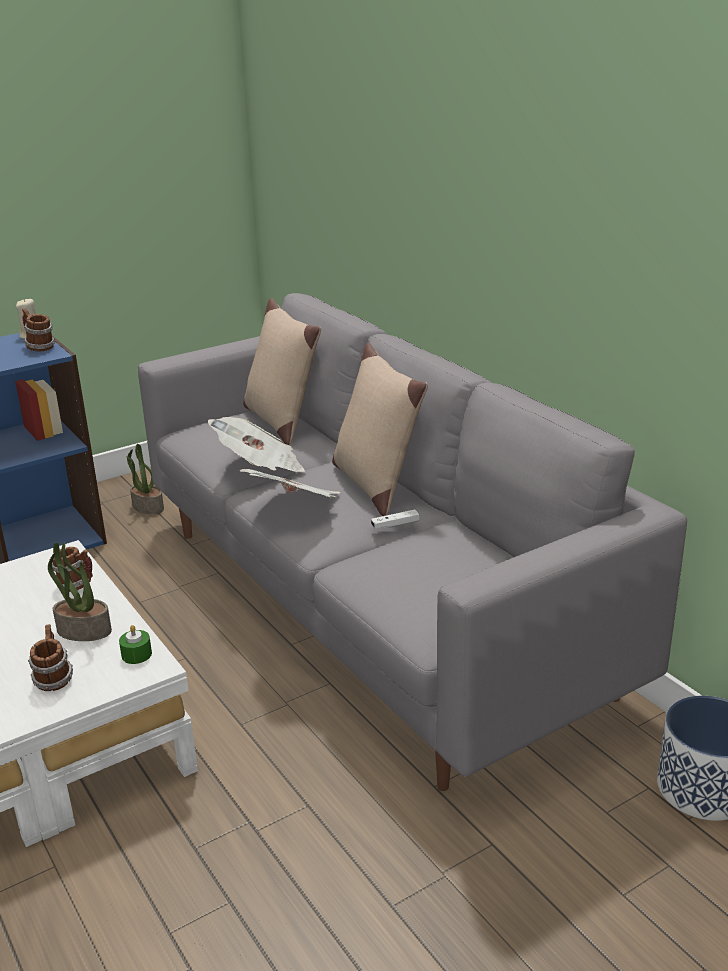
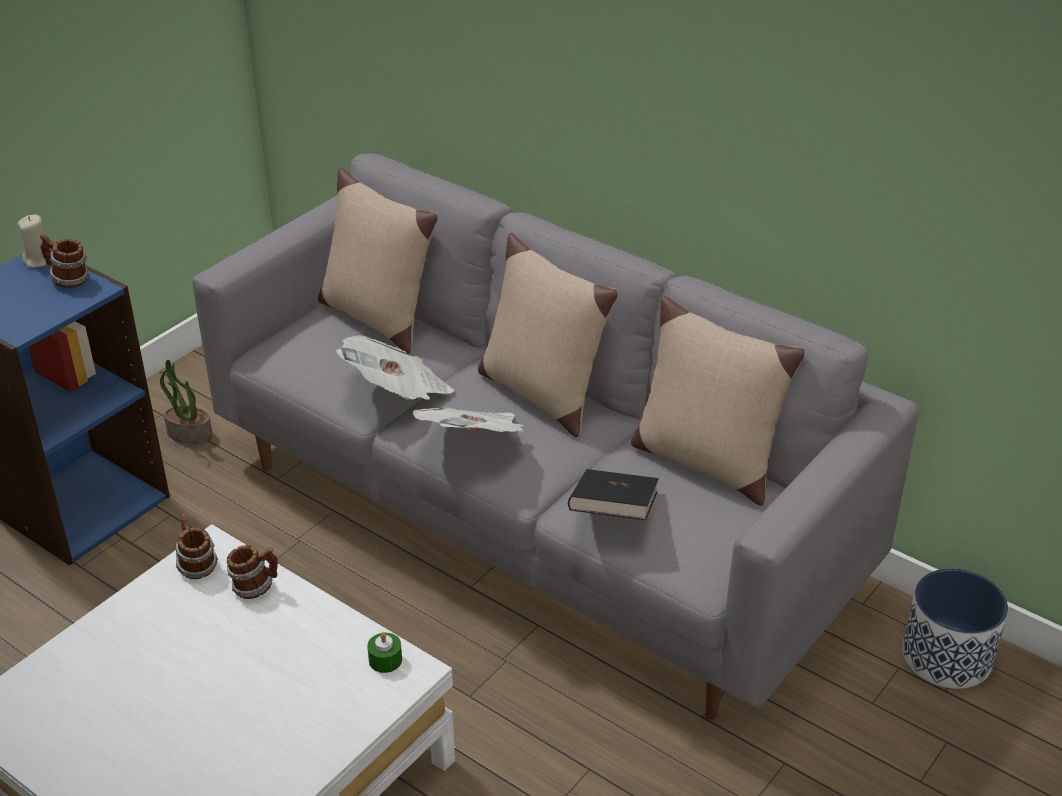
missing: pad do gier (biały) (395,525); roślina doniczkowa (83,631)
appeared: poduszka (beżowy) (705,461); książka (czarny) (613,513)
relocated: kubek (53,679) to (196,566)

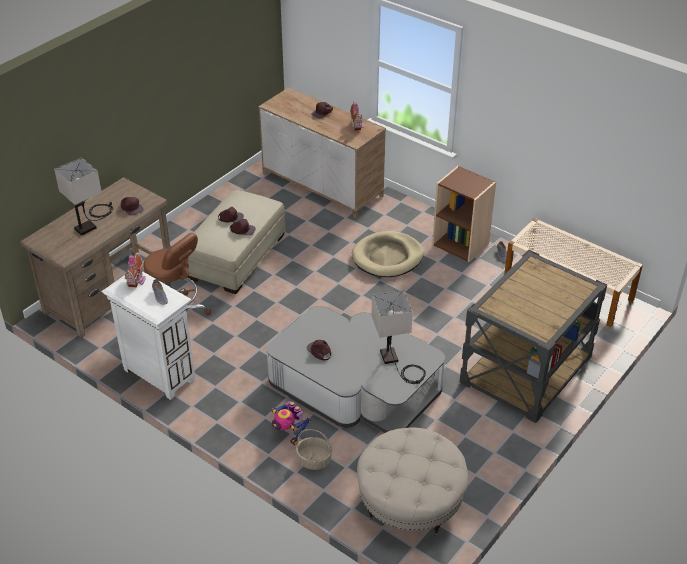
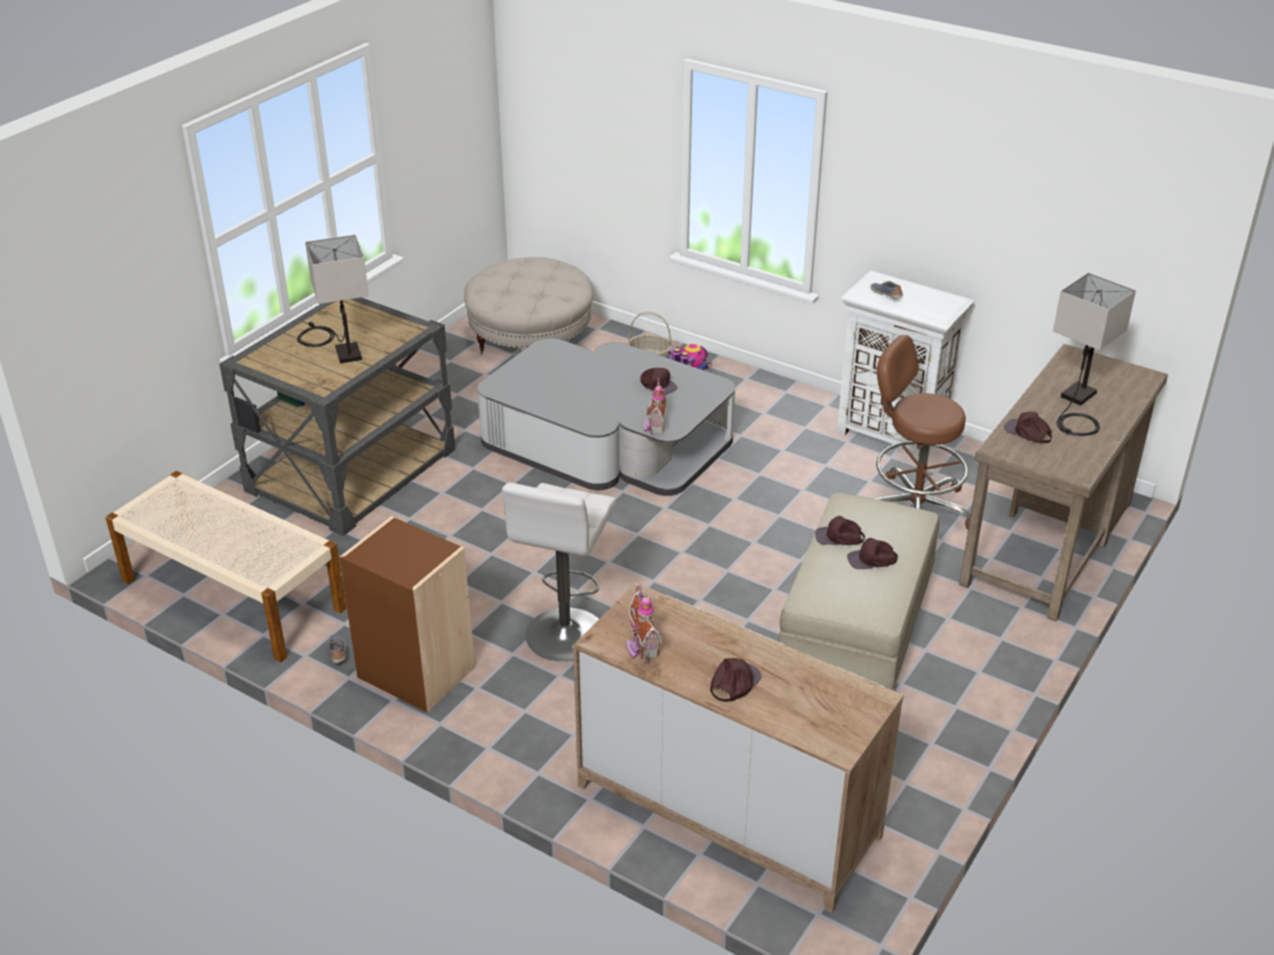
relocated: domek (137,280) to (654,426); lampa stołowa (398,364) to (336,346)
exchanged: legowisko (beżowy) (387,257) to stołek (biały) (564,635)

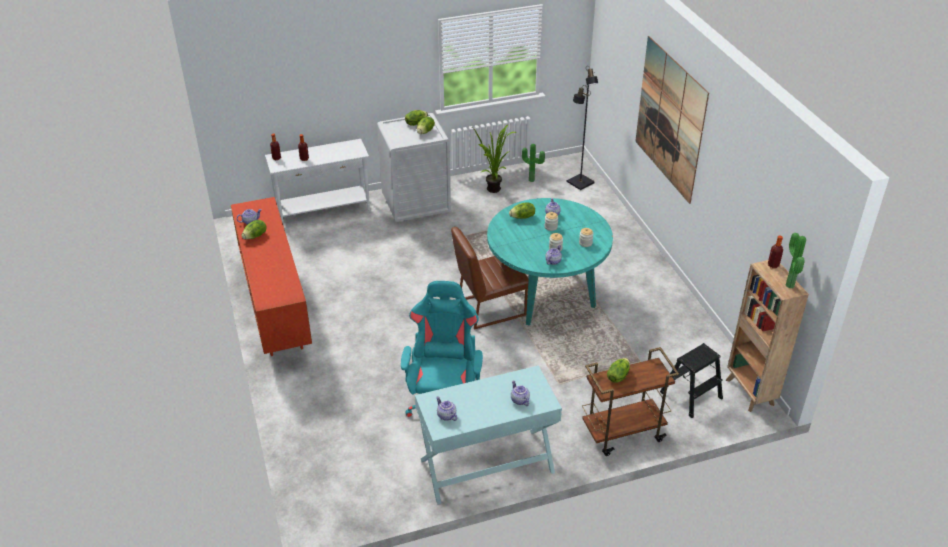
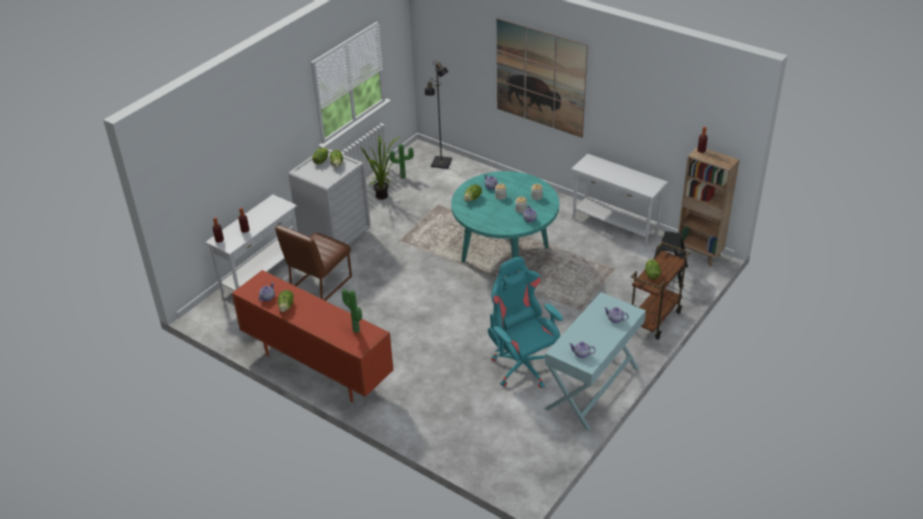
appeared: stolik konsolowy (biały) (615,226)
relocated: krzesło (brązowy) (489,308) to (319,284); roślina doniczkowa (788,285) to (355,331)

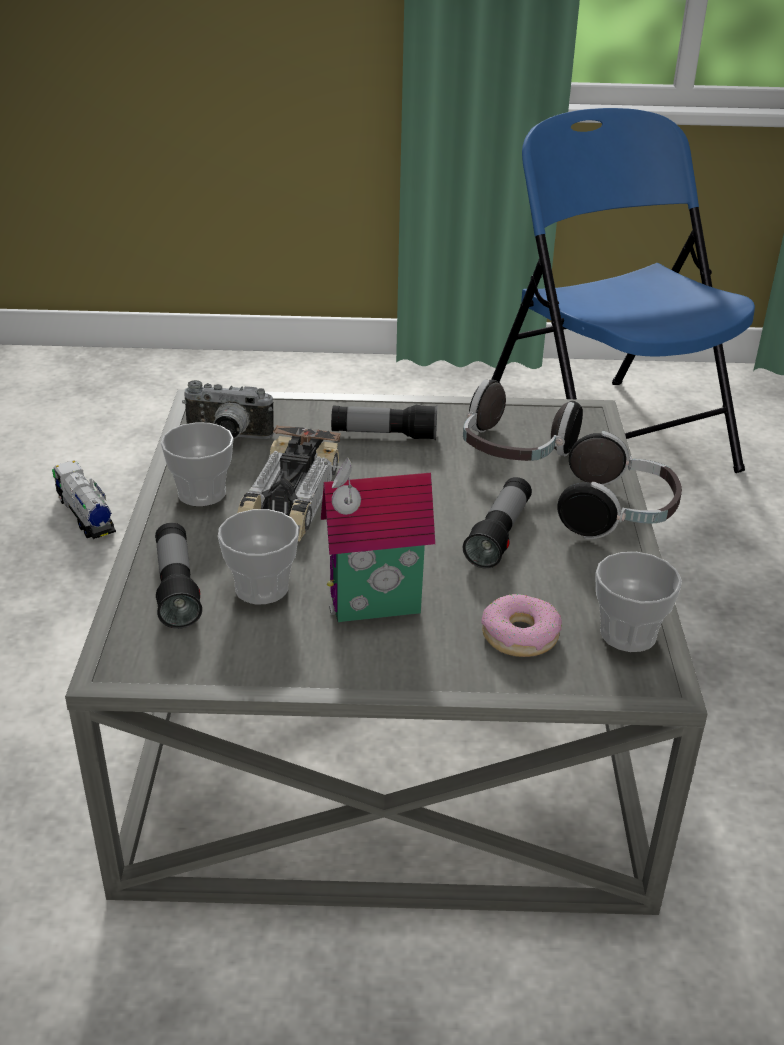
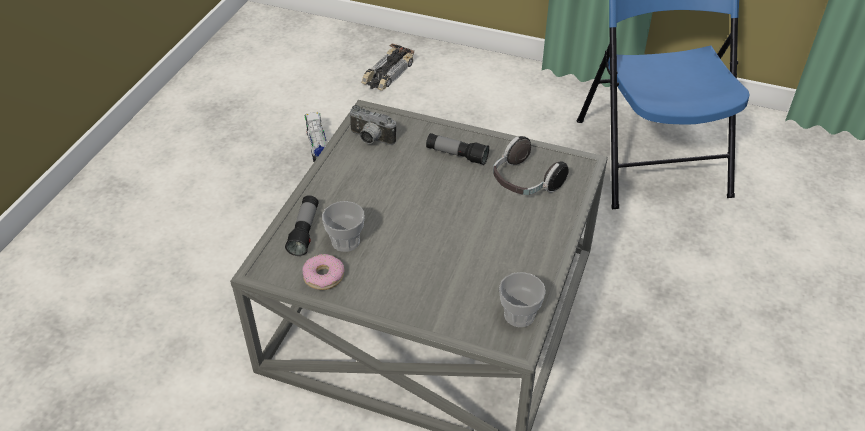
missing: filiżanka (202,493); słuchawki (617,513); domek (376,610); latarka (499,535)
relocated: samochodzik (289,499) to (387,74); donut (520,635) to (324,276)

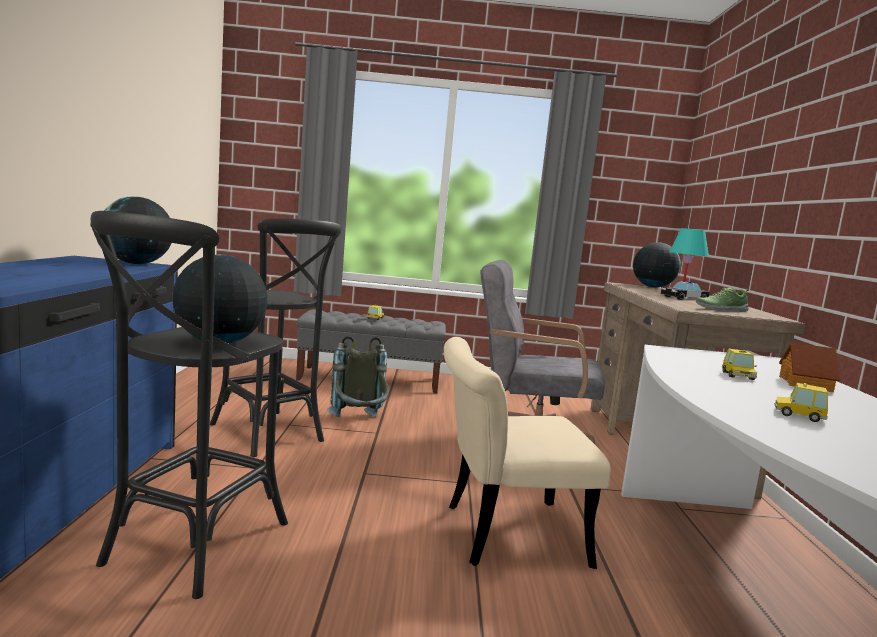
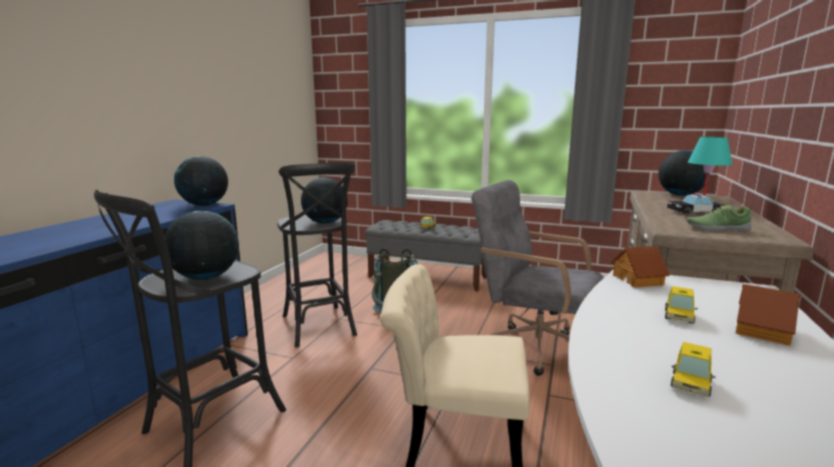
appeared: globus (325,223); domek (638,280)
spun: samochodzik (798,415) = (690,384) 105 degrees counterclockwise

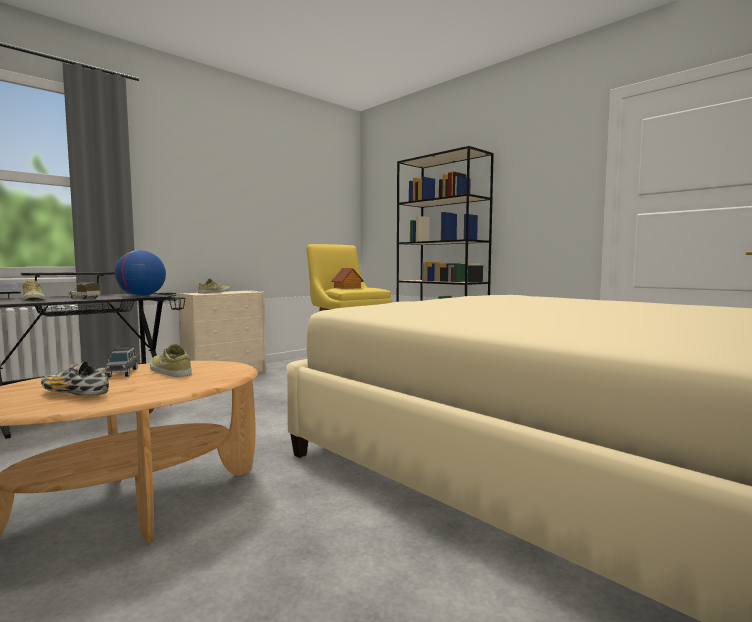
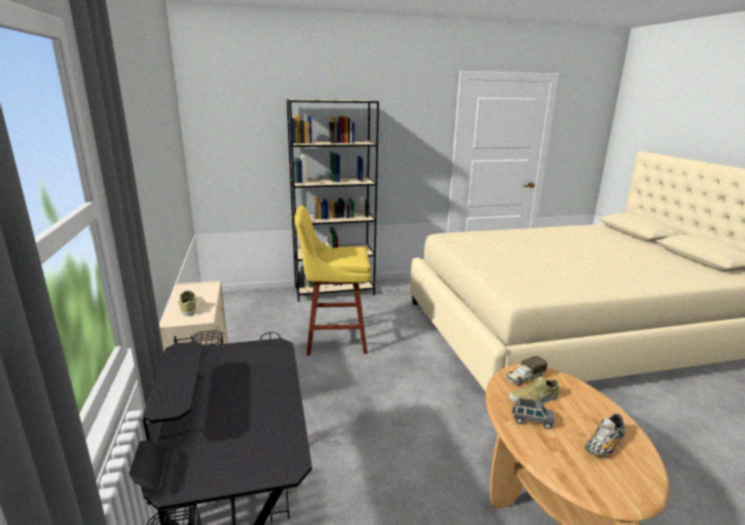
missing: globus (141,296); domek (347,288); but (beżowy) (34,300)
relocated: ciężarówka zabawkowa (83,298) to (524,378)

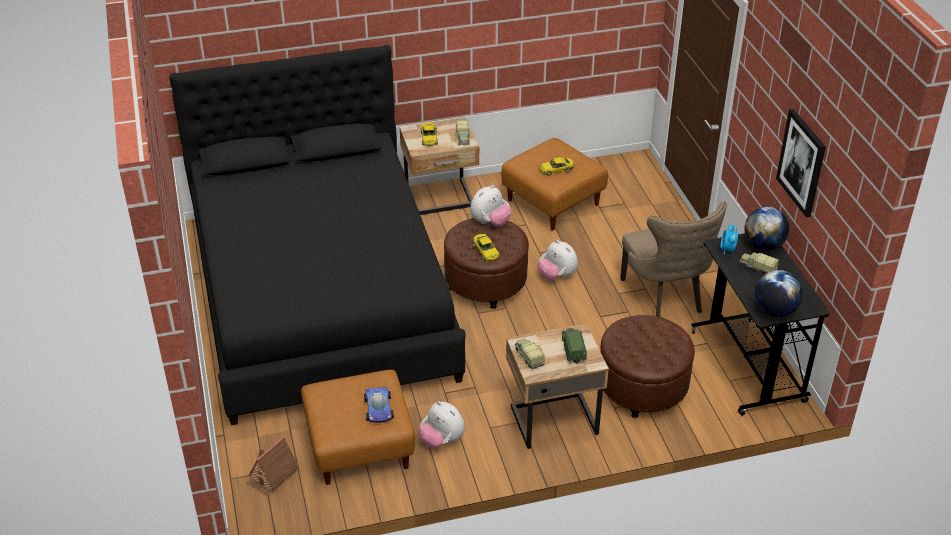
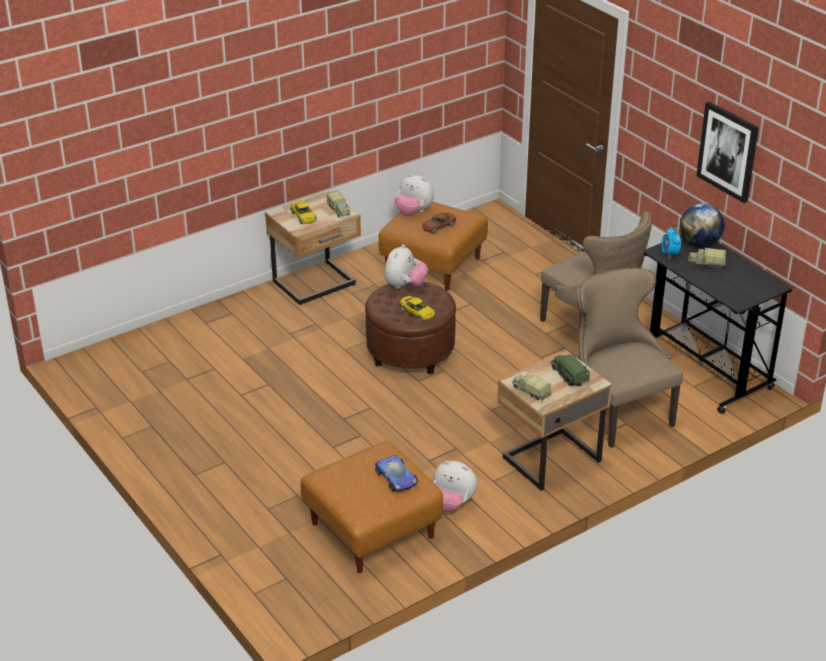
missing: łóżko (czarny) (321,295); globus (775,311); domek (272,475)
relocated: pluszak (557,276) to (413,212)
exchanged: pufa (brązowy) (642,389) to krzesło (beżowy) (618,412)
colour: samochodzik (żółty) (556,170) to samochodzik (brązowy) (439,226)

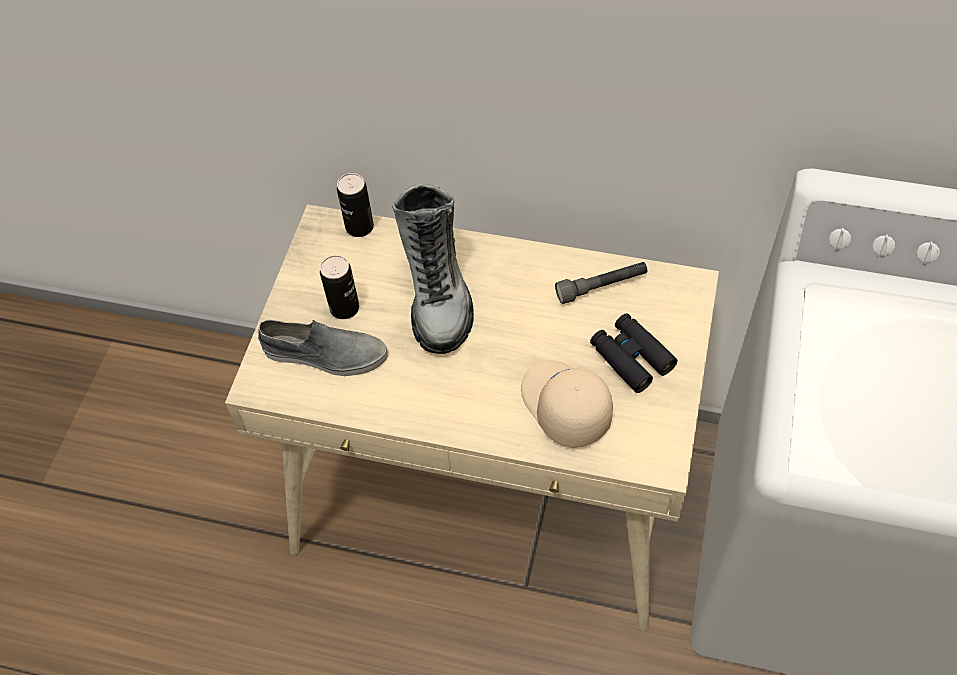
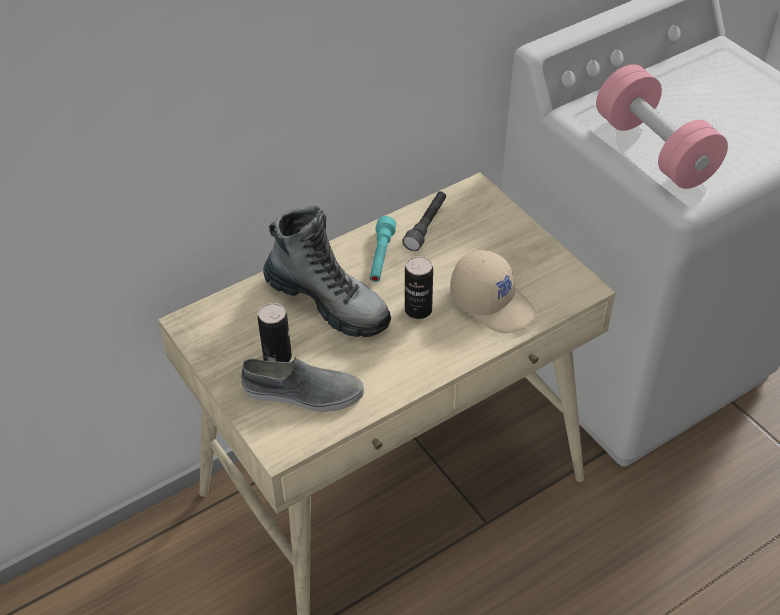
missing: lornetka (czarny) (631,357)
appeared: hantel (różowy) (654,150); latarka (turkusowy) (381,257)
relocated: puszka (359,227) to (418,310)
spun: but (szary) (324,354) = (303,393) 45 degrees clockwise; czapka z daszkiem (beżowy) (563,407) = (493,303) 150 degrees counterclockwise

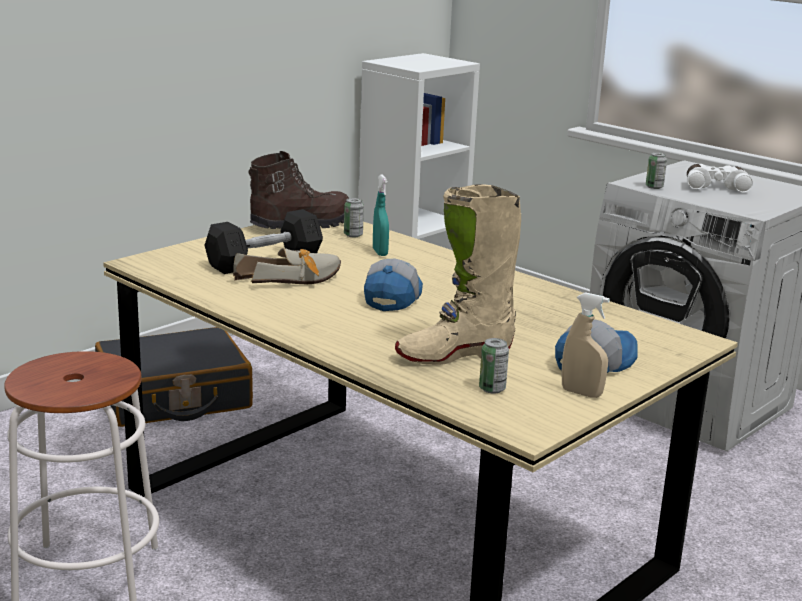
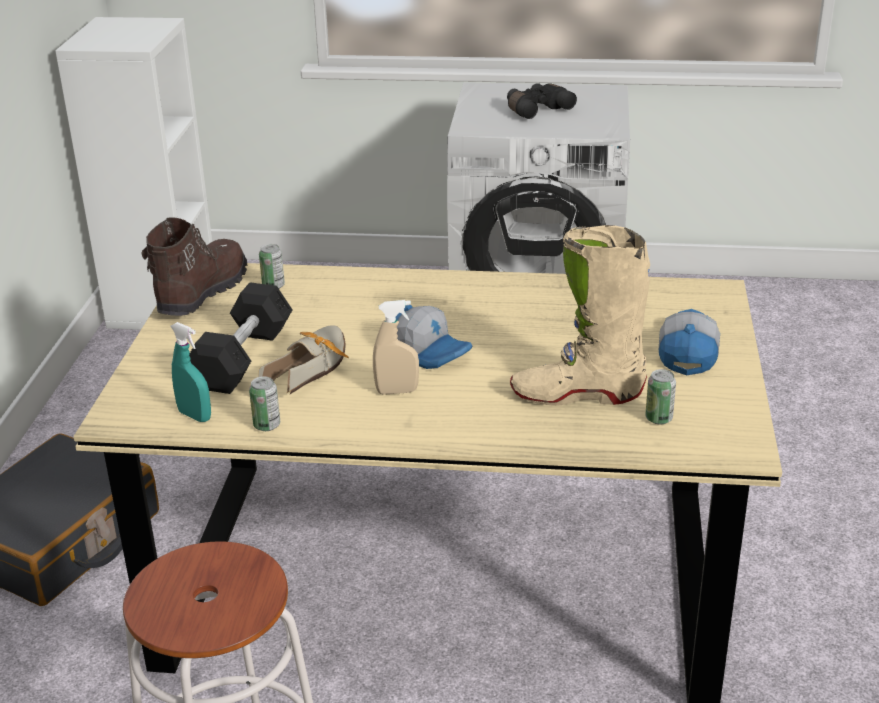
relocated: puszka (654,187) to (267,425); spryskiwacz (turkusowy) (380,252) to (195,416); spryskiwacz (beżowy) (581,393) to (397,391)
colour: lornetka (biały) (715,187) to lornetka (czarny) (536,109)
spun: but z cholewką (beżowy) (454,354) = (577,394) 60 degrees clockwise; czapka z daszkiem (391,297) = (428,351) 150 degrees clockwise

